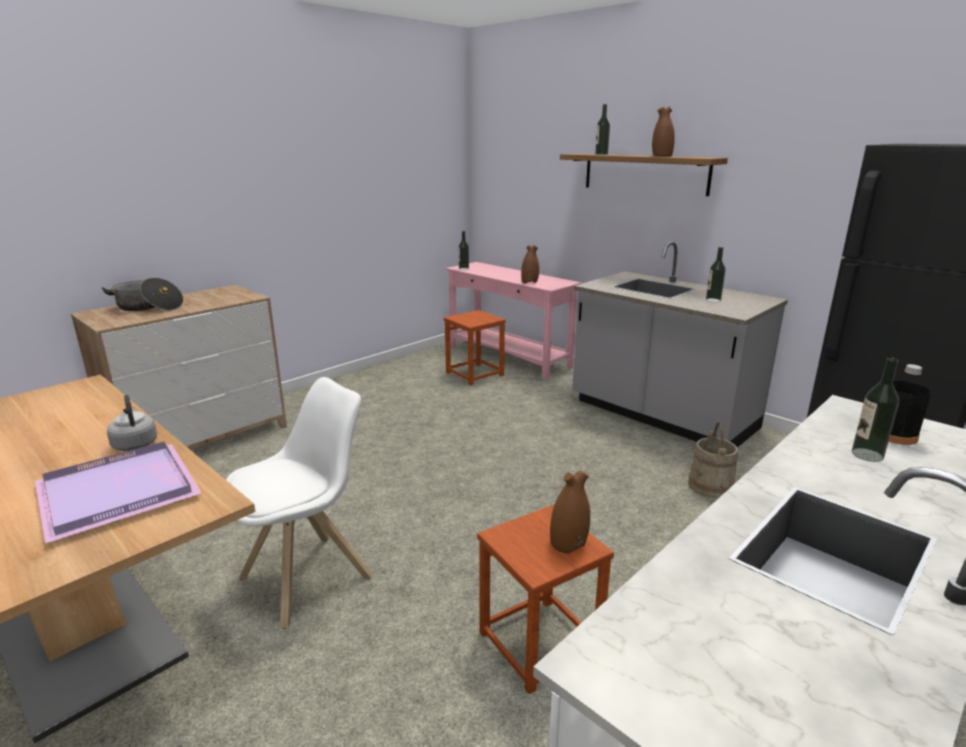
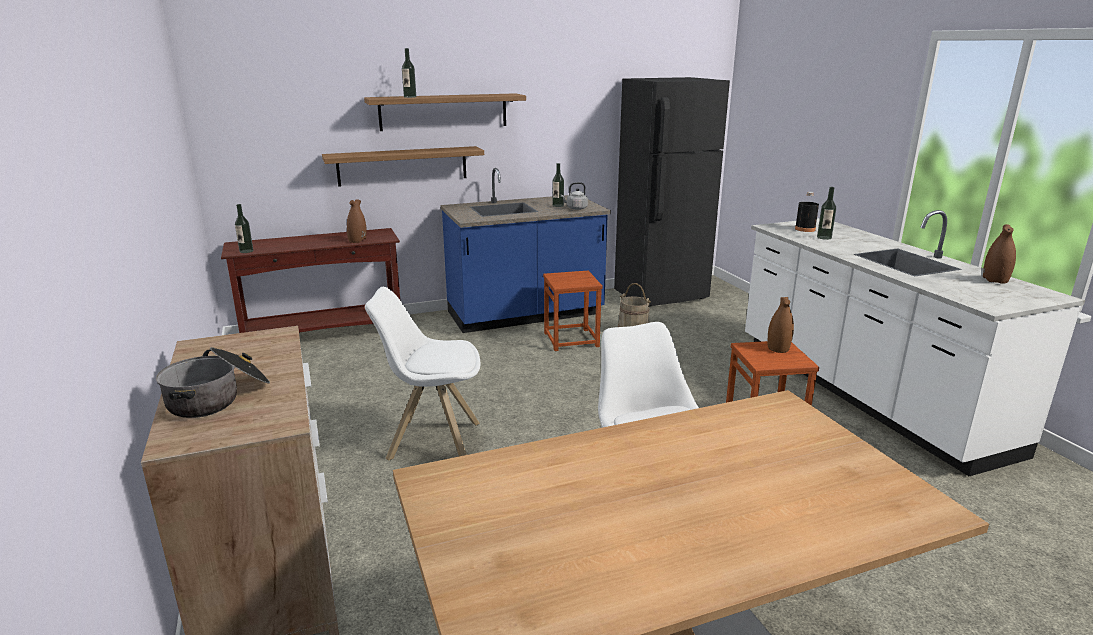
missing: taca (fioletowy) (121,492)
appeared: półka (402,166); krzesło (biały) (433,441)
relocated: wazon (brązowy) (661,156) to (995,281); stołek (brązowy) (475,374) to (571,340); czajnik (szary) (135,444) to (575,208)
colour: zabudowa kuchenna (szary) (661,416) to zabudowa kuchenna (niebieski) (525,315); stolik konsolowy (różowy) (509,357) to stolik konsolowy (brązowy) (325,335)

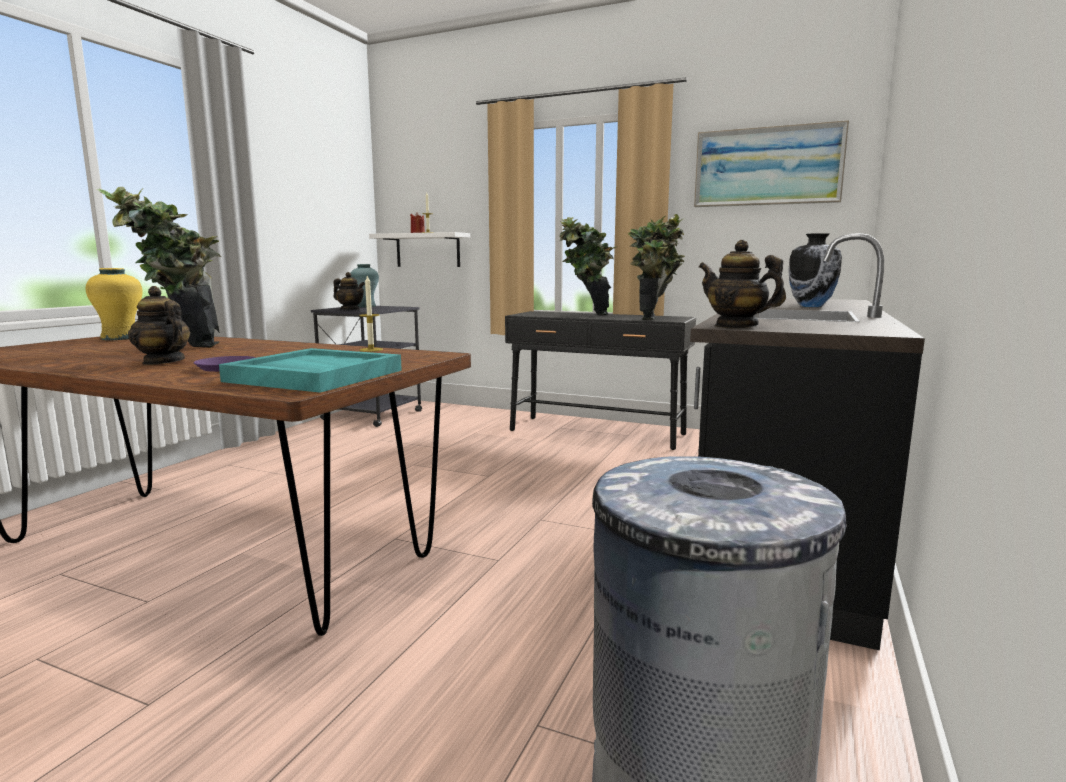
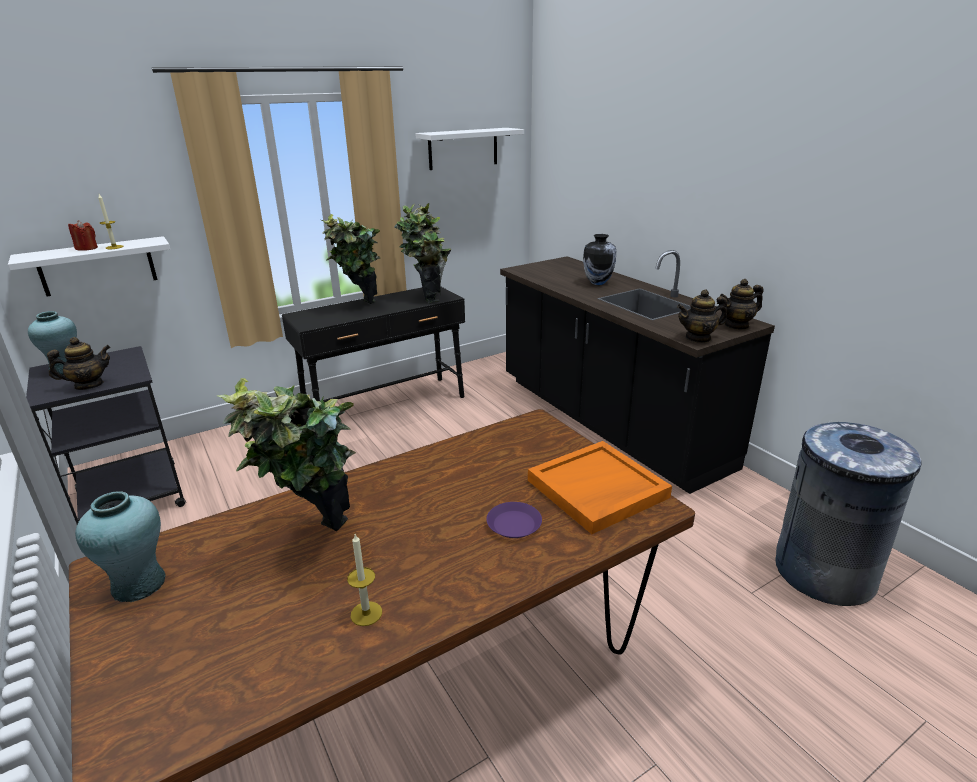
relocated: świeca (371,350) to (366,613); imbryk (163,362) to (737,325)
exchanged: obraz (767,166) to półka (biały) (463,148)
colour: wazon (żółty) (120,338) to wazon (turkusowy) (138,584); taca (turkusowy) (313,376) to taca (pomarańczowy) (597,489)

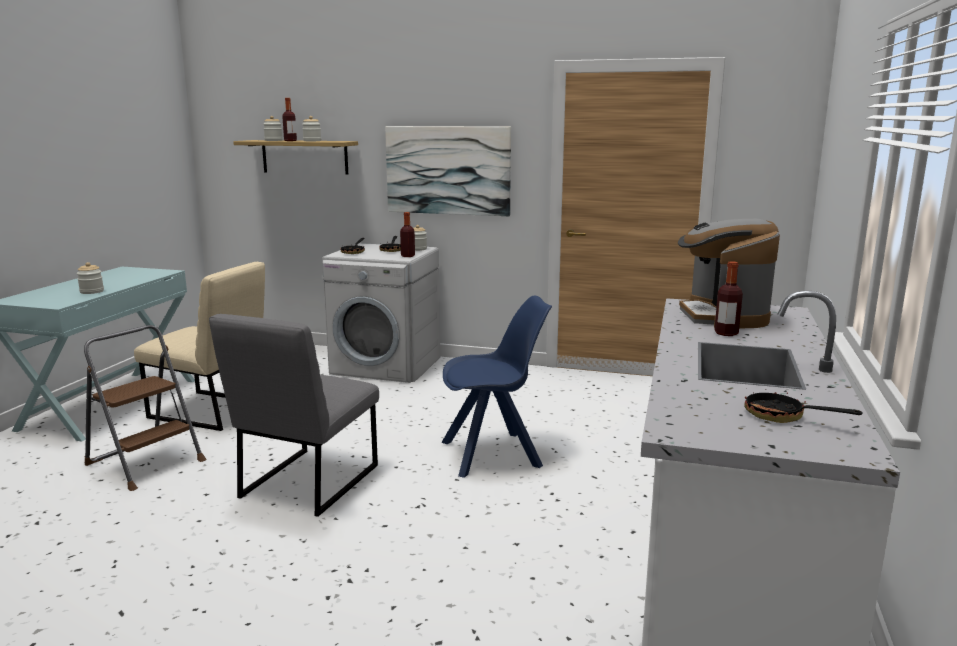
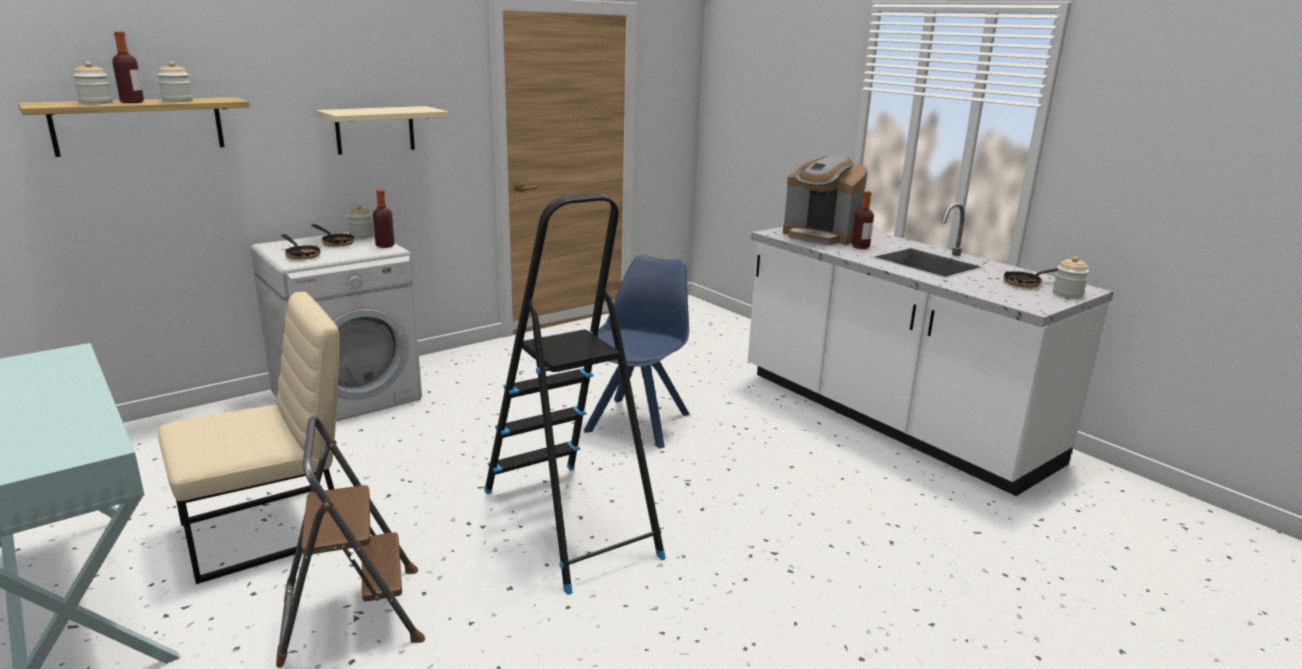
relocated: słoik (92,291) to (1067,294)
exchanged: obraz (448,170) to półka (beżowy) (375,130); krzesło (szary) (307,482) to drabinka (czarny) (568,521)

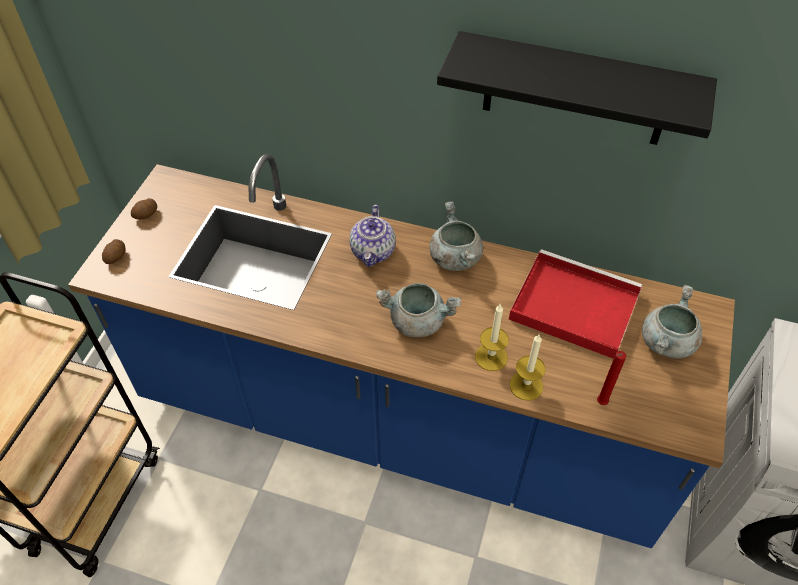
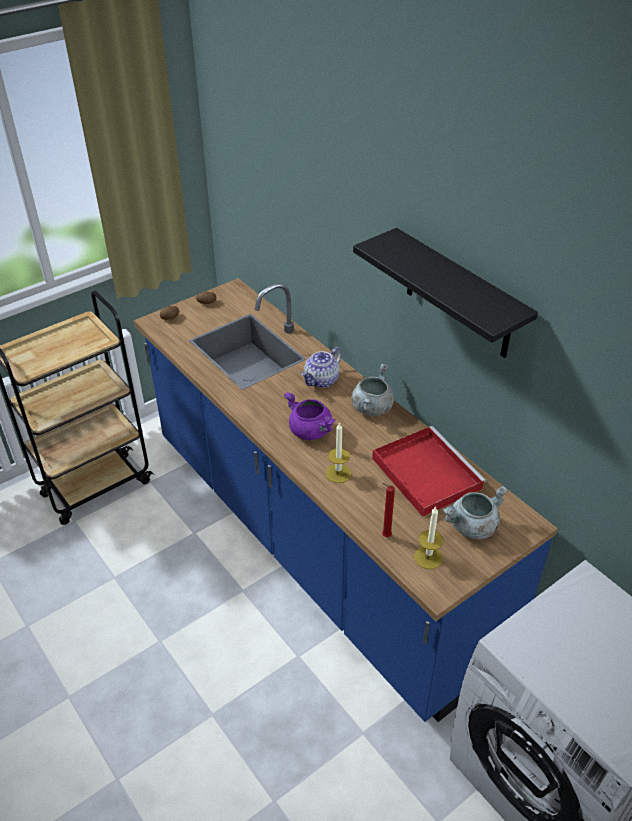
relocated: świeca (526,385) to (428,557)
colour: garnek (szary) (417,321) to garnek (fioletowy) (311,431)

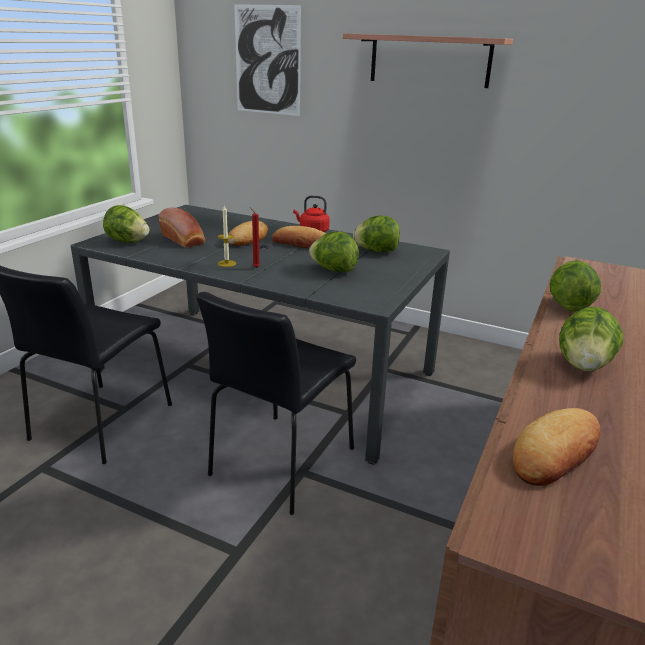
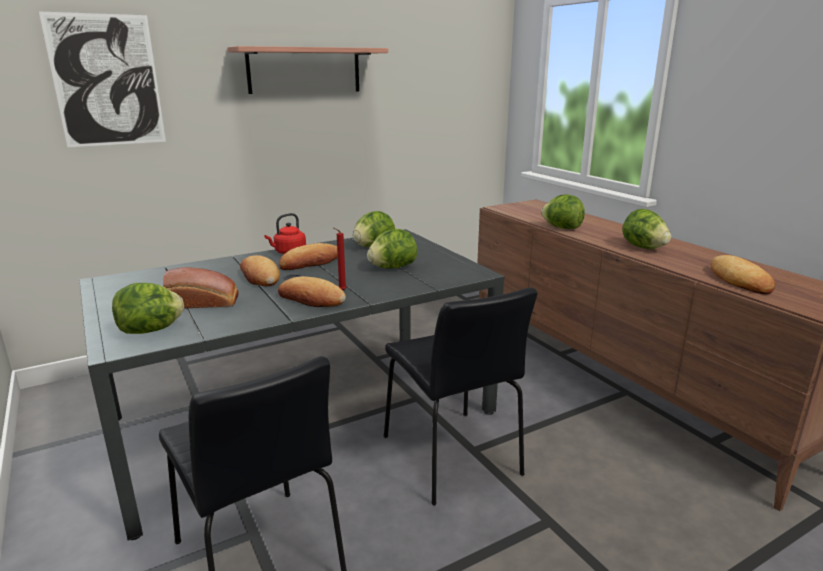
exchanged: świeca (227,263) to chleb (311,299)

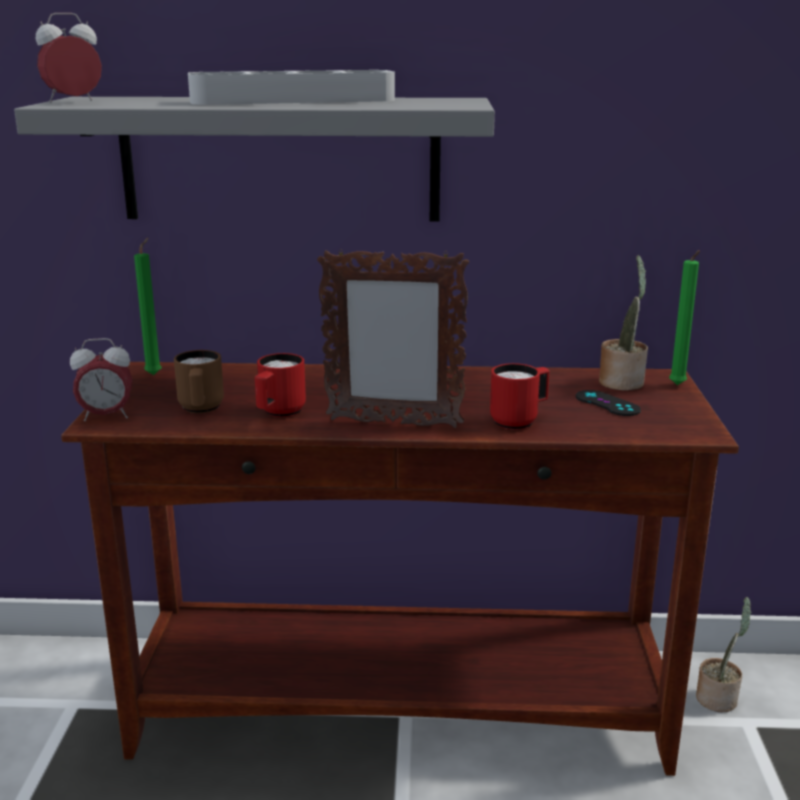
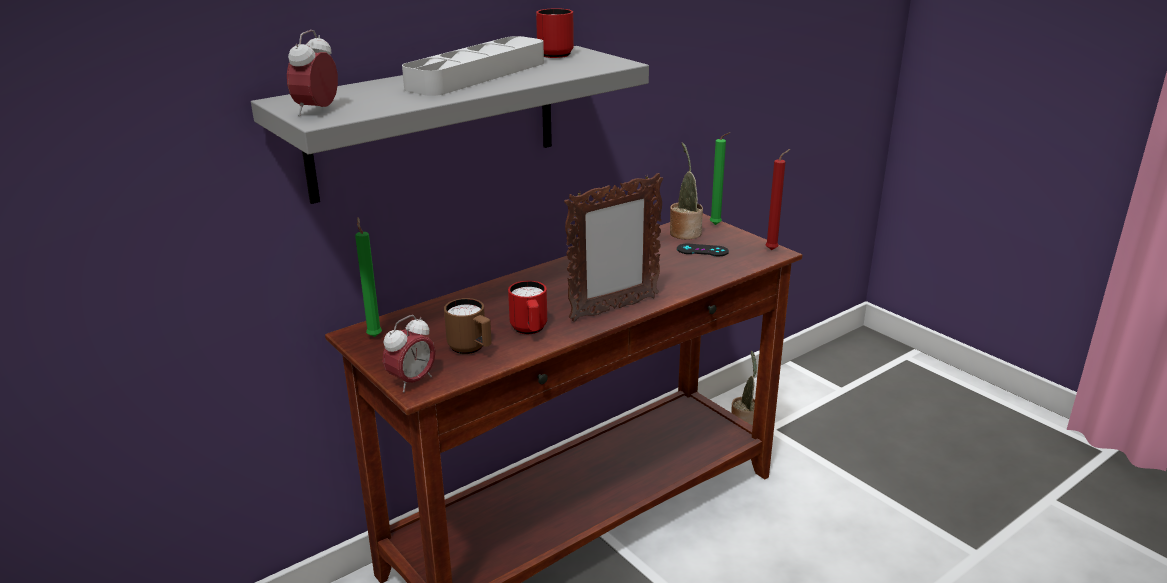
appeared: świeca (czerwony) (773,250)
relocated: kubek (czerwony) (519,421) to (557,53)

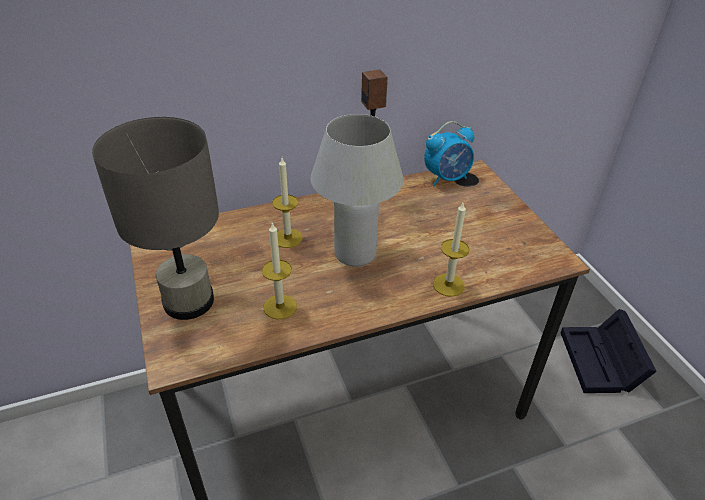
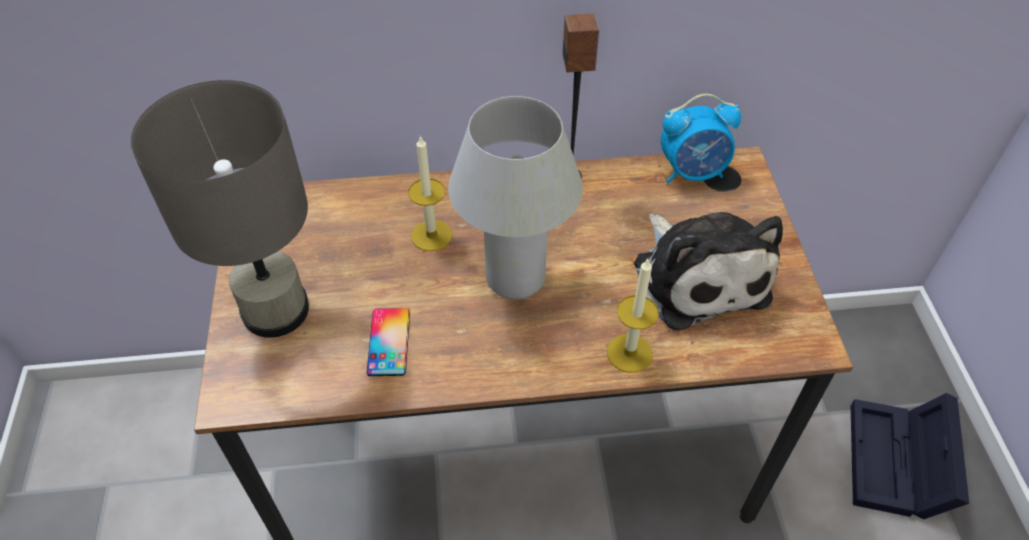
appeared: pluszak (698,275)
exchanged: świeca (280,307) to telefon (389,342)

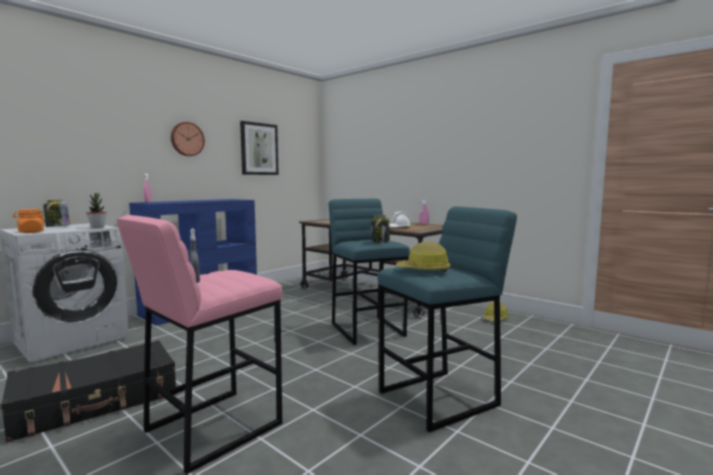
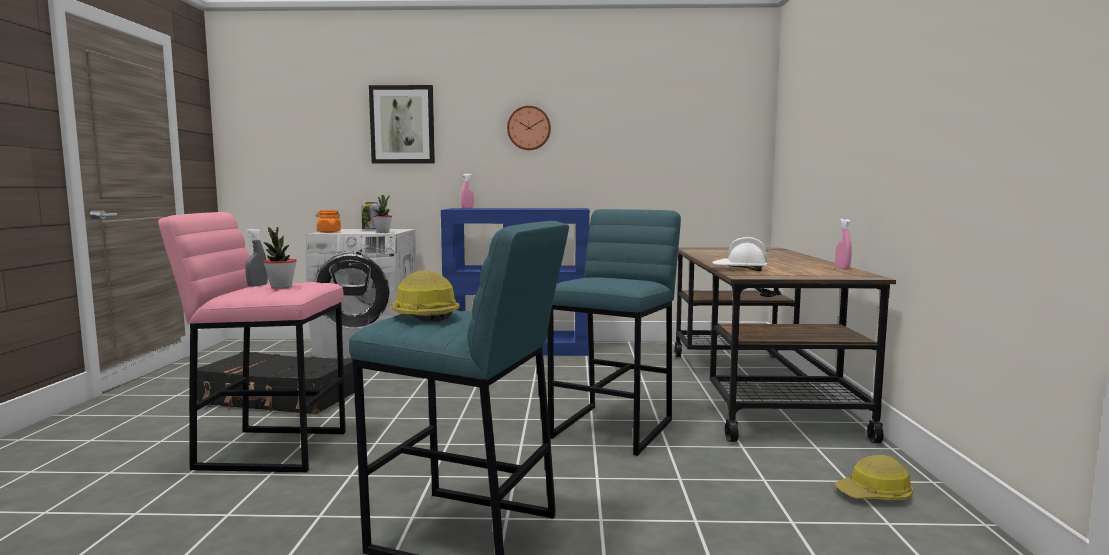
missing: słoik (380,241)
appeared: roślina doniczkowa (281,286)
relocated: obraz (259,149) to (402,125)

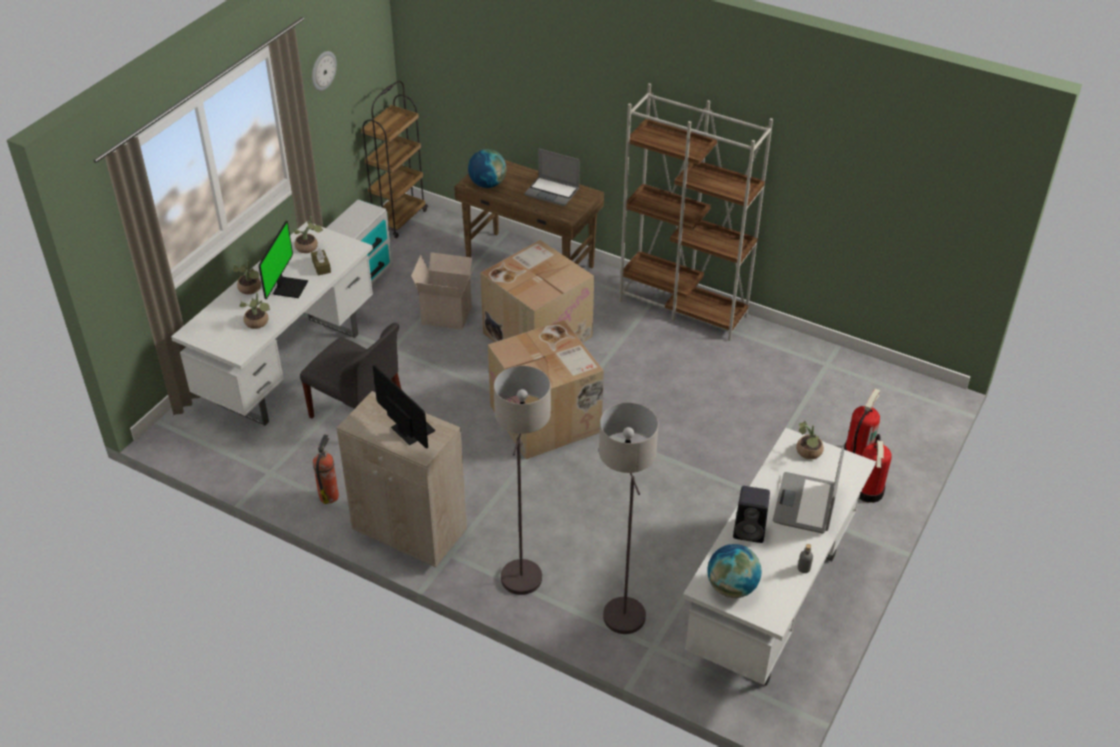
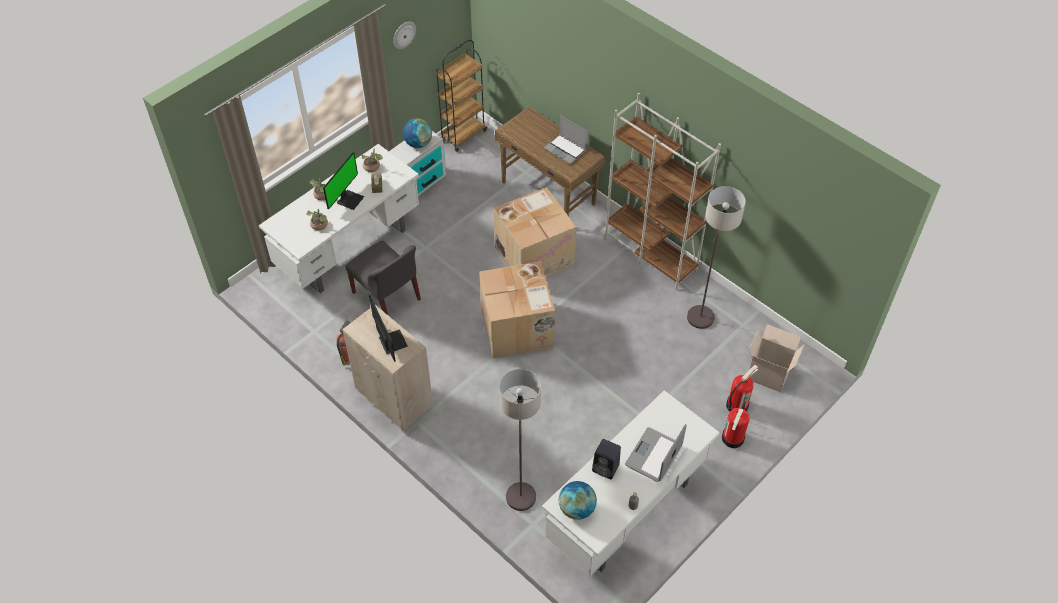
missing: roślina doniczkowa (807,453)
relocated: globus (487,184) to (418,143); karton (448,314) to (769,373); lampa stojąca (szary) (524,568) to (703,311)

